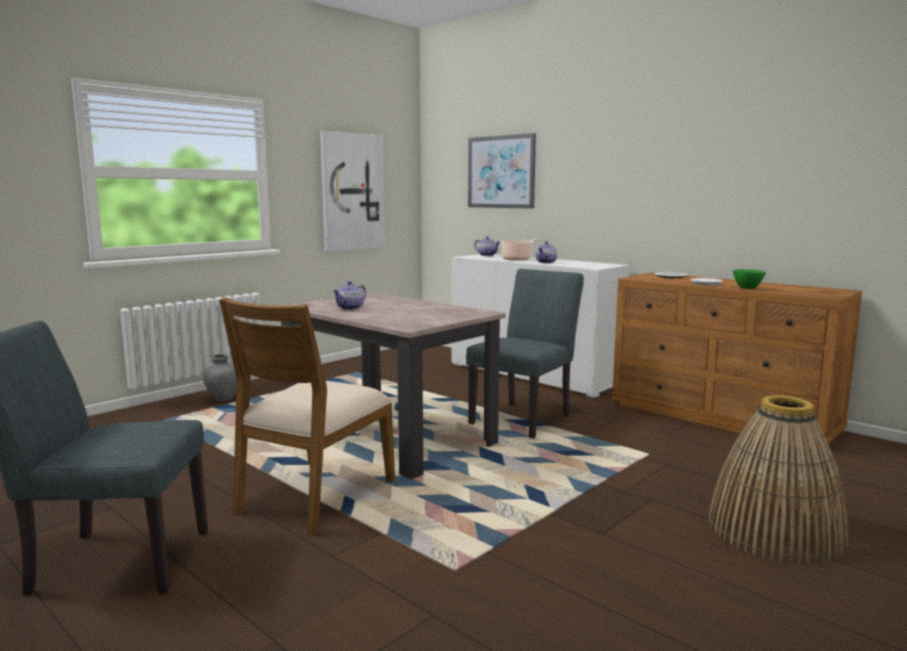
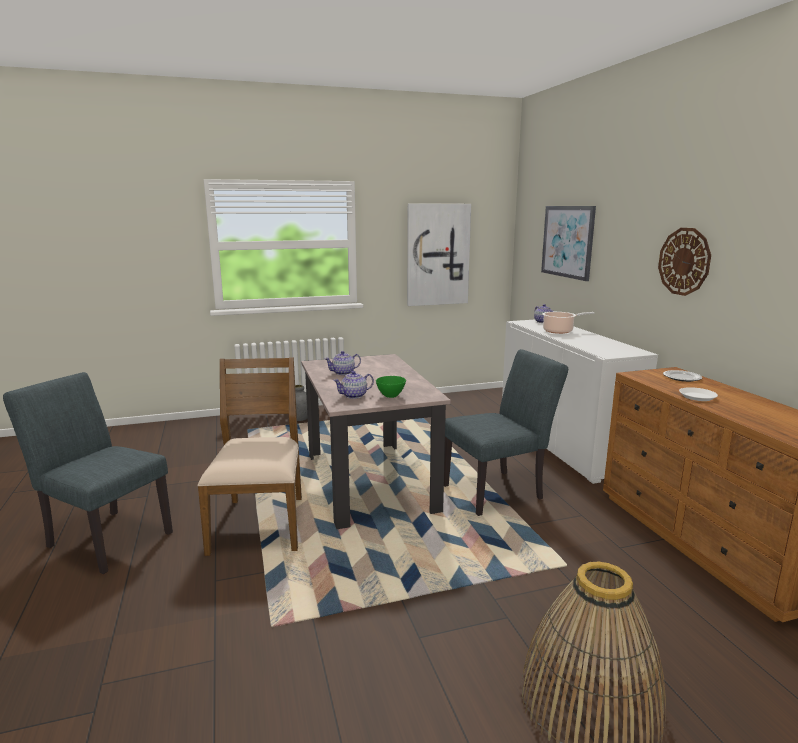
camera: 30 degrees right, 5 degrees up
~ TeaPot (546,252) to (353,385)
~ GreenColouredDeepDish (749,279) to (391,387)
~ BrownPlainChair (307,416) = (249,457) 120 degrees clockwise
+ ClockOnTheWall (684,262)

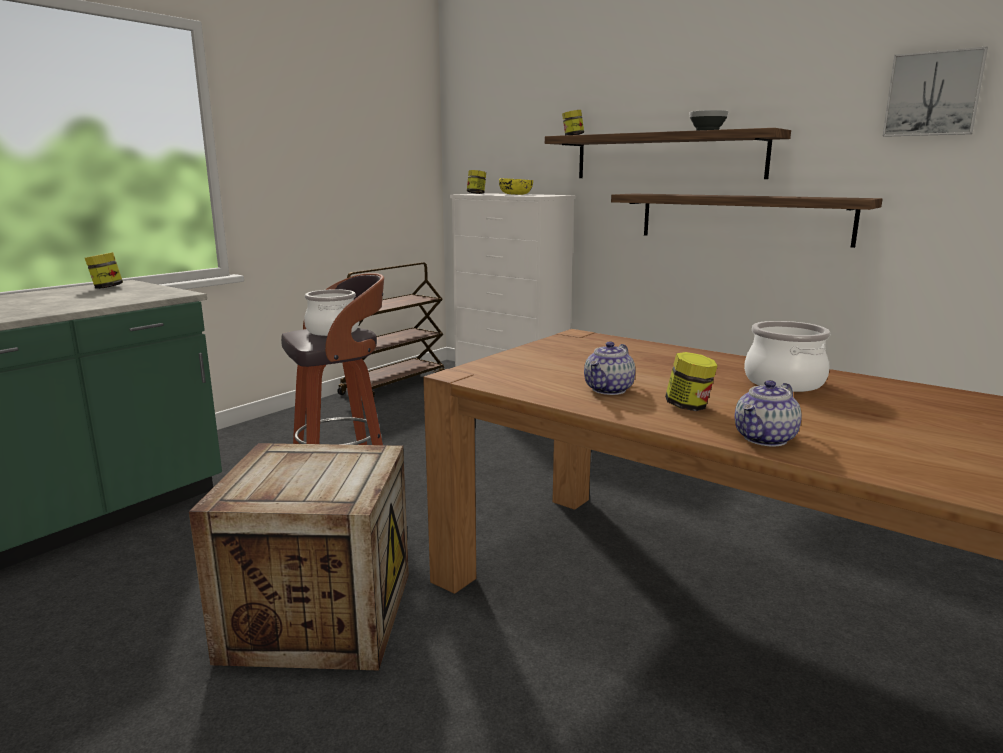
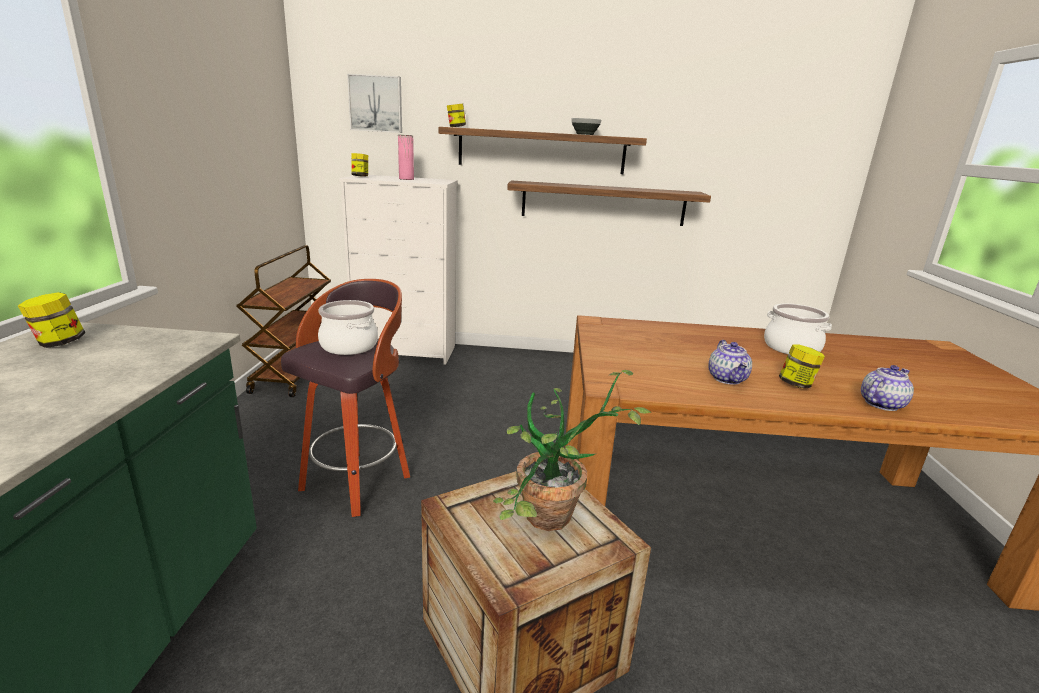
camera: 35 degrees left, 5 degrees up
~ WallArt (935,92) to (374,103)
~ YellowishDeepDish (516,186) to PinkDecorativeVase (406,157)
~ TeaPot (768,413) = (887,388) 135 degrees counterclockwise
+ Houseplant (572,450)

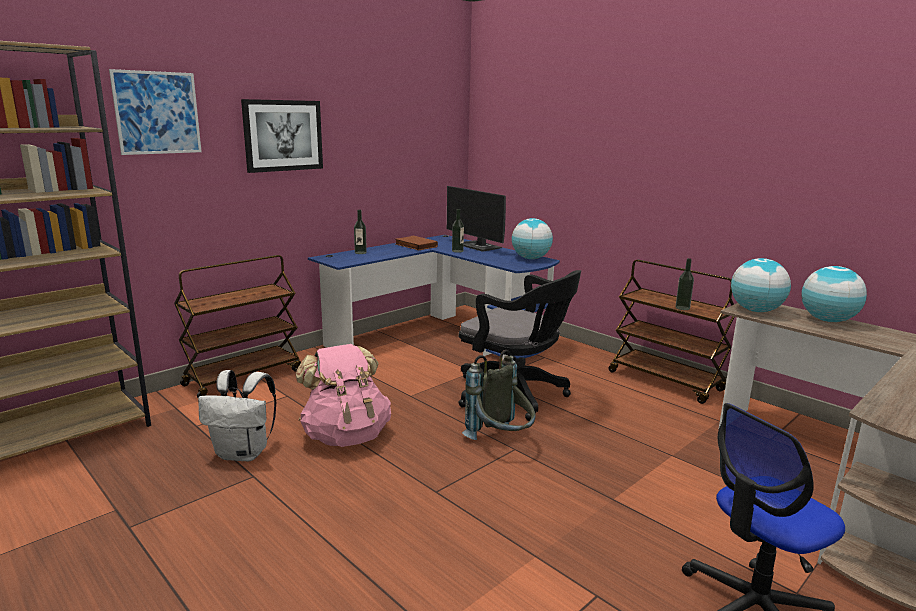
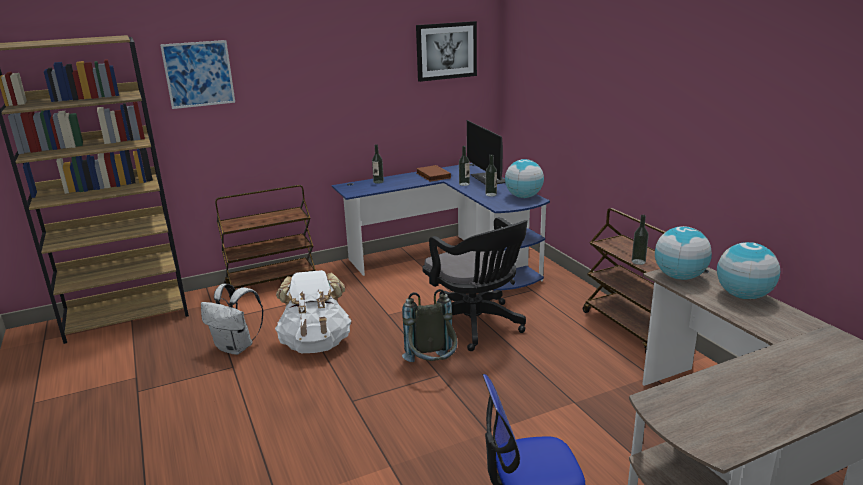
camera: 20 degrees right, 5 degrees up
~ WallArt (282,136) to (446,51)
~ PinkRucksack (343,395) to WhiteColouredRucksack (313,311)
+ Bottle (491,175)

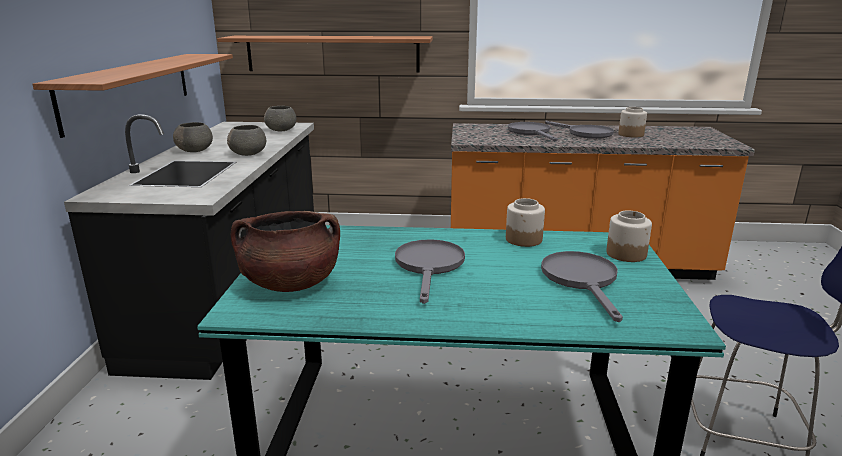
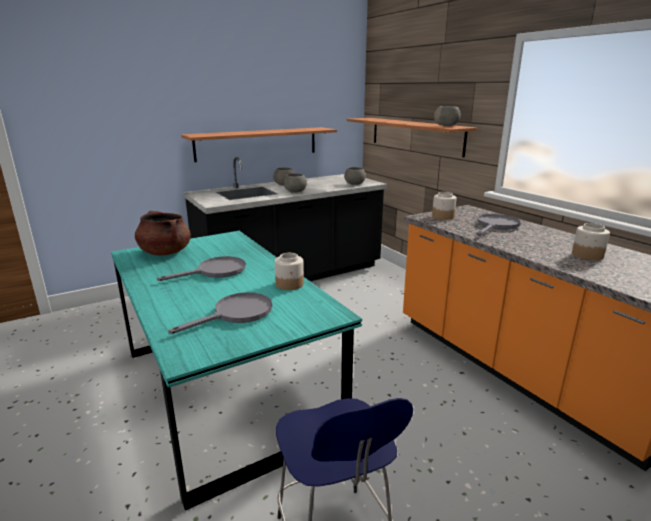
camera: 55 degrees right, 0 degrees up
- GreyishFryingPan (579,130)
~ Jar (629,236) to (444,206)
+ GreyishDeepDish (447,116)

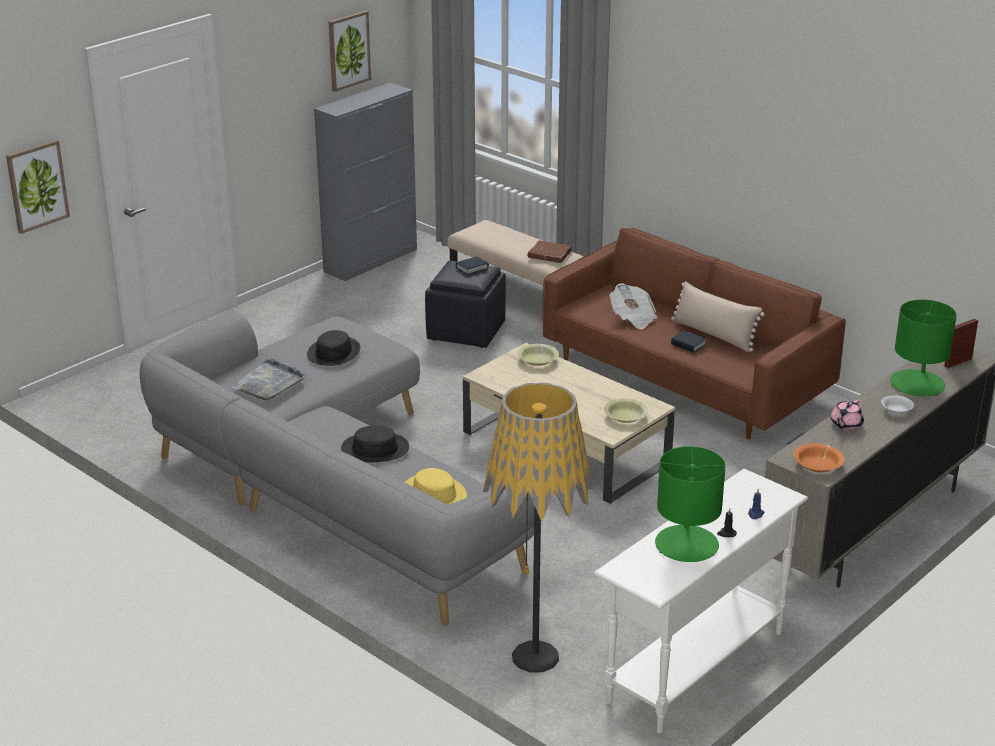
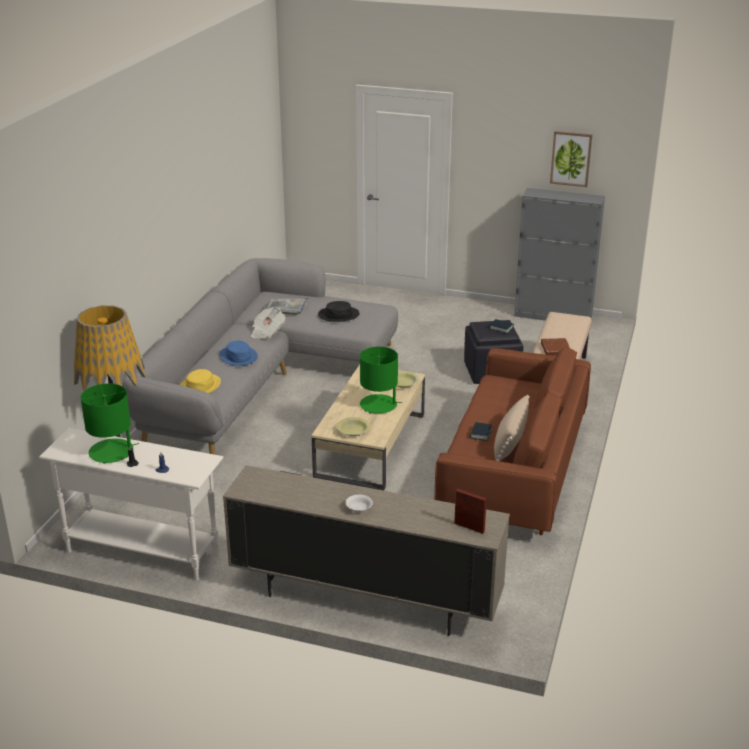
camera: 65 degrees right, 0 degrees up
- WallArt (38,187)
~ DailyPaper (633,306) to (268,323)
~ GreenColouredTableLamp (923,348) to (381,380)
- PinkTeaPot (847,415)
~ BlackWearableHat (375,444) to BluishWearableHat (238,353)
- OrangeyDeepDish (819,457)

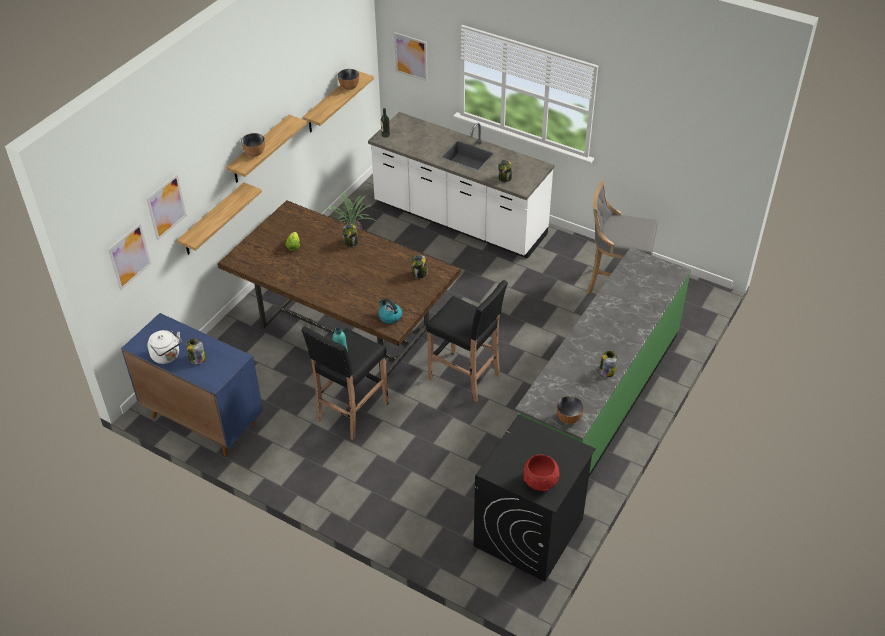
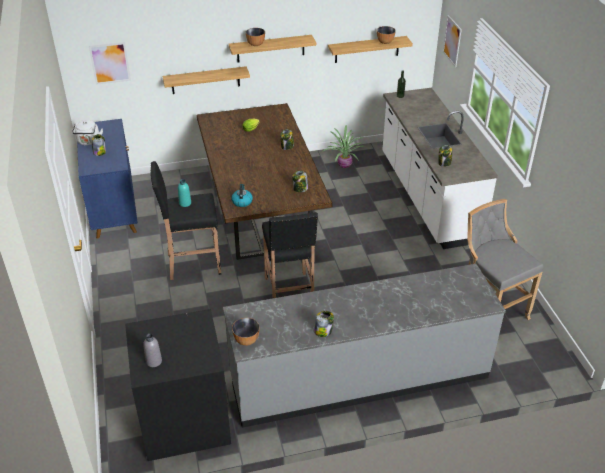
camera: 45 degrees right, 5 degrees down
- WallArt (166,207)
~ GreenColouredKitchenCounter (603,362) to GreyishKitchenCounter (364,346)
~ RedColouredDeepDish (541,472) to GreyishBottle (152,350)

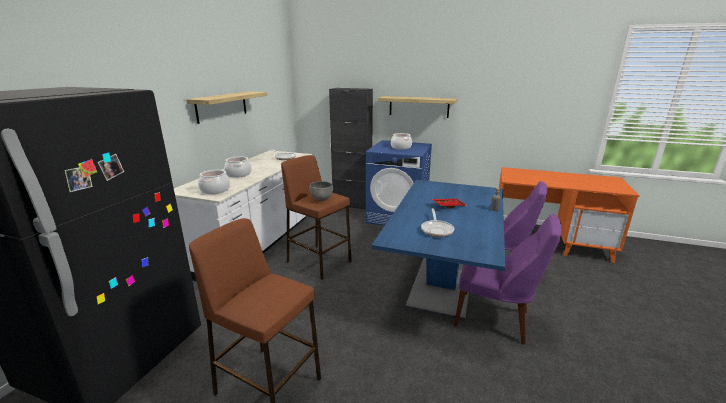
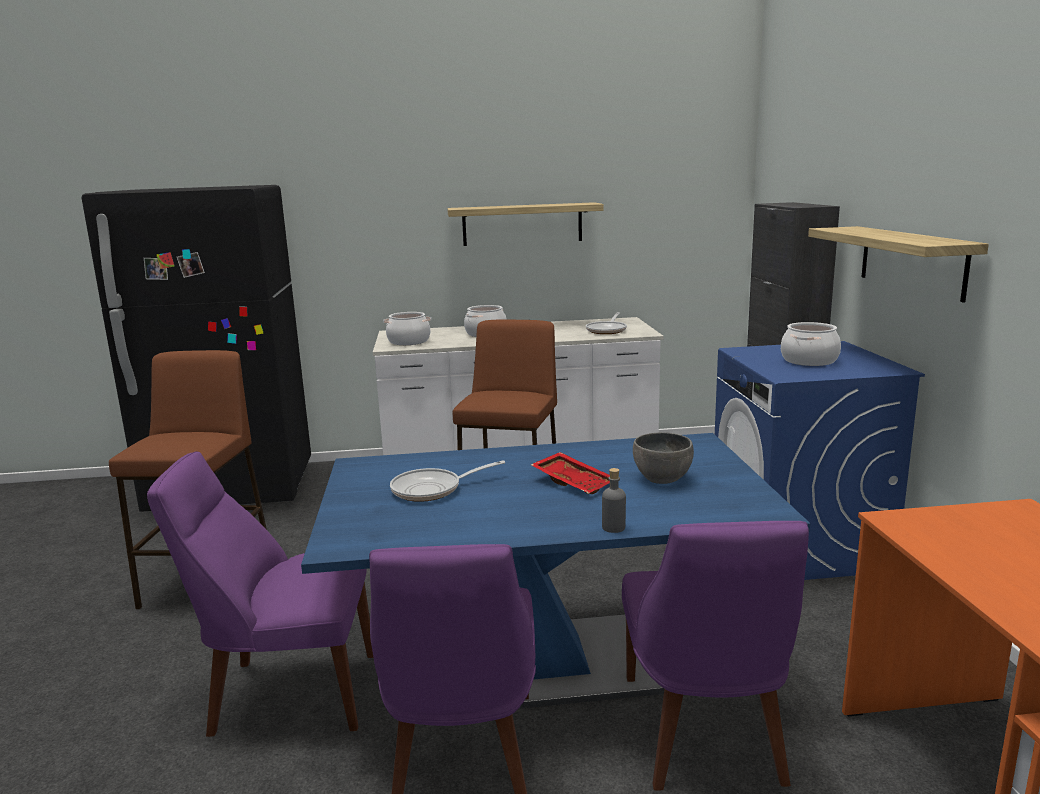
camera: 65 degrees right, 5 degrees down
~ GreyishDeepDish (321,191) to (663,458)
+ PurplishPlainChair (260,594)

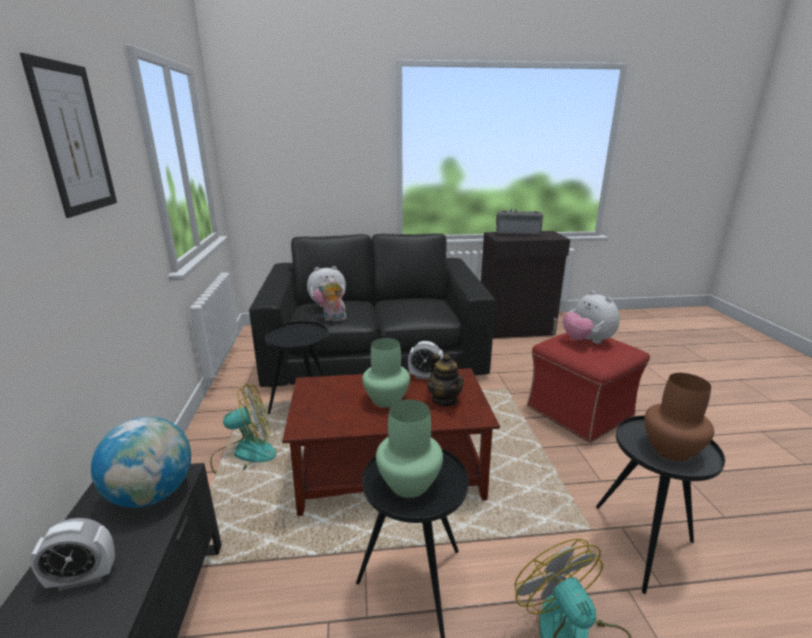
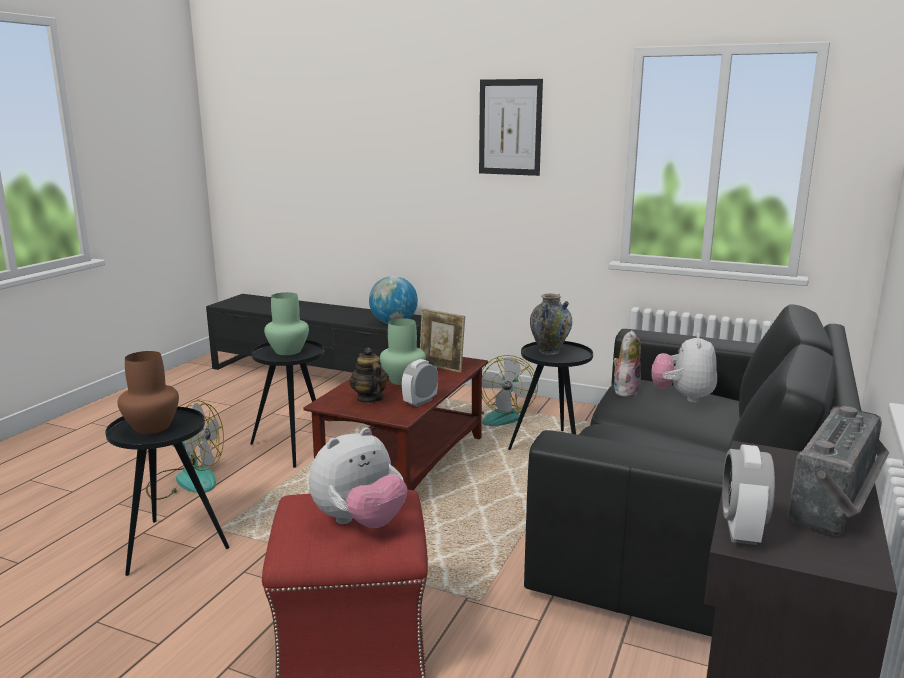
camera: 120 degrees right, 5 degrees down
~ SoftToy (591,317) = (358,477) 135 degrees clockwise
~ TeaPot (445,380) = (369,375) 60 degrees clockwise
~ BedsideClock (72,554) to (748,494)
+ DecorativeVase (551,324)
+ StandingFrame (442,340)

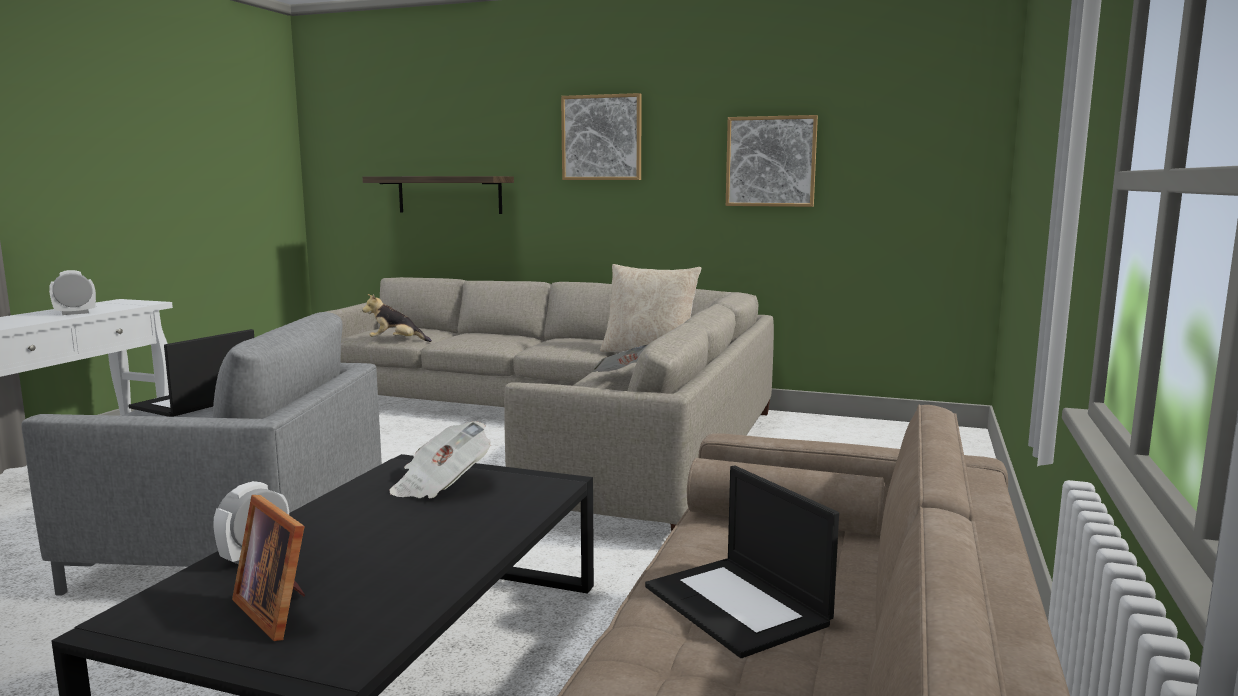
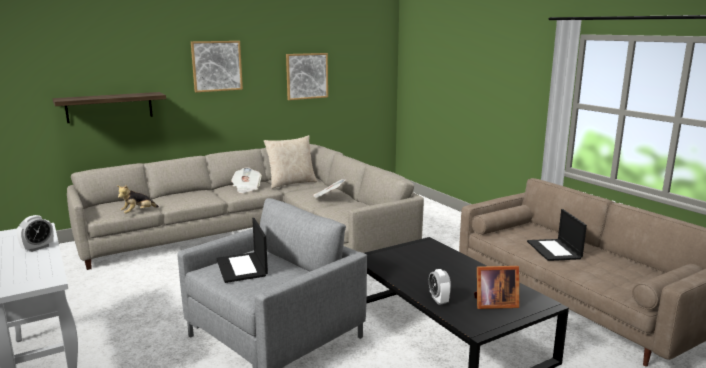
camera: 50 degrees left, 5 degrees up
~ BedsideClock (72,292) = (35,233) 150 degrees counterclockwise
~ DailyPaper (440,460) to (246,180)
~ Laptop (742,561) = (557,235) 75 degrees clockwise

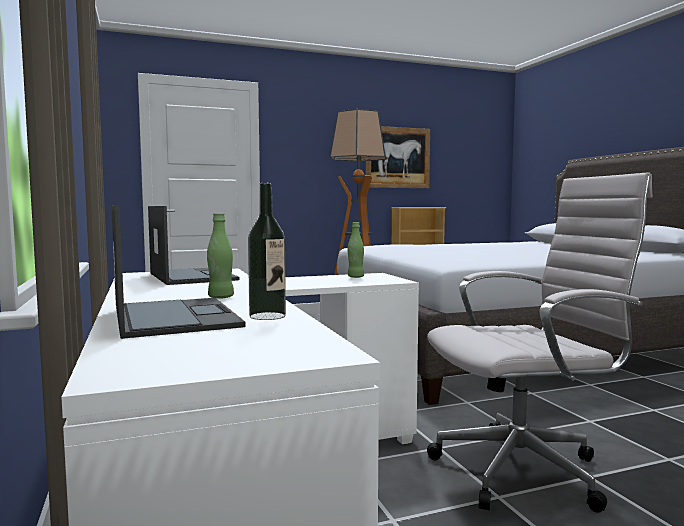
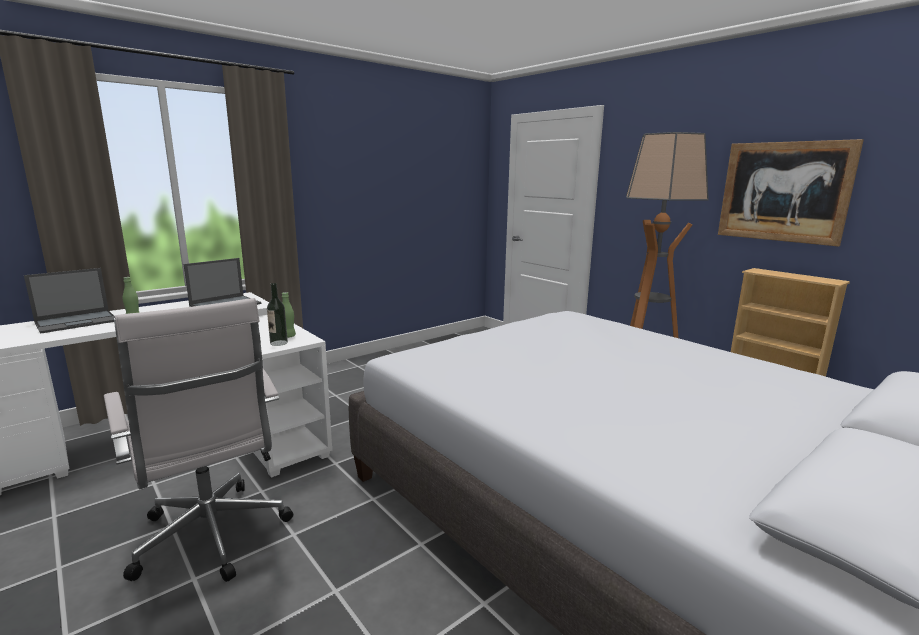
camera: 70 degrees right, 10 degrees up
~ Bottle (267,251) to (277,314)

